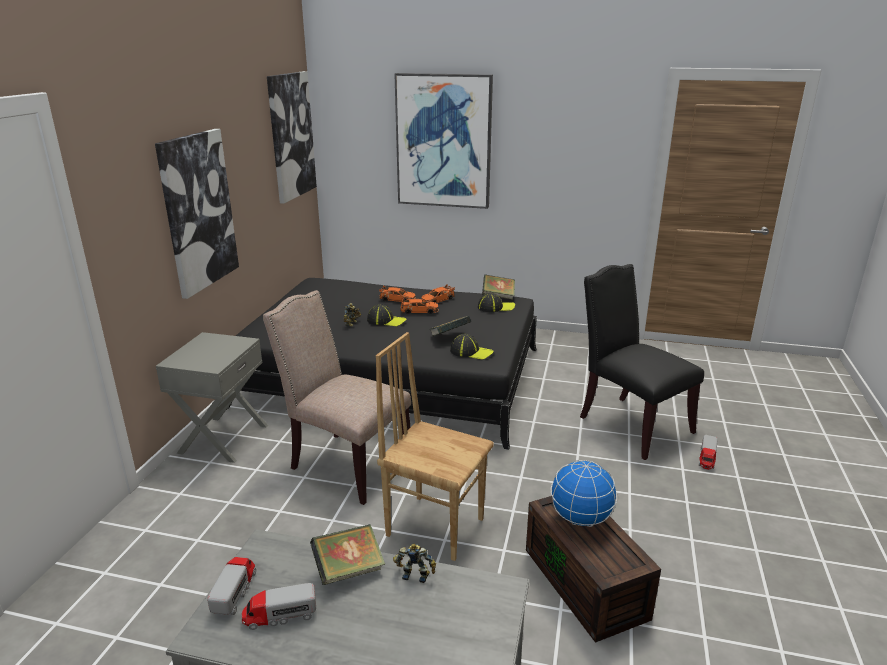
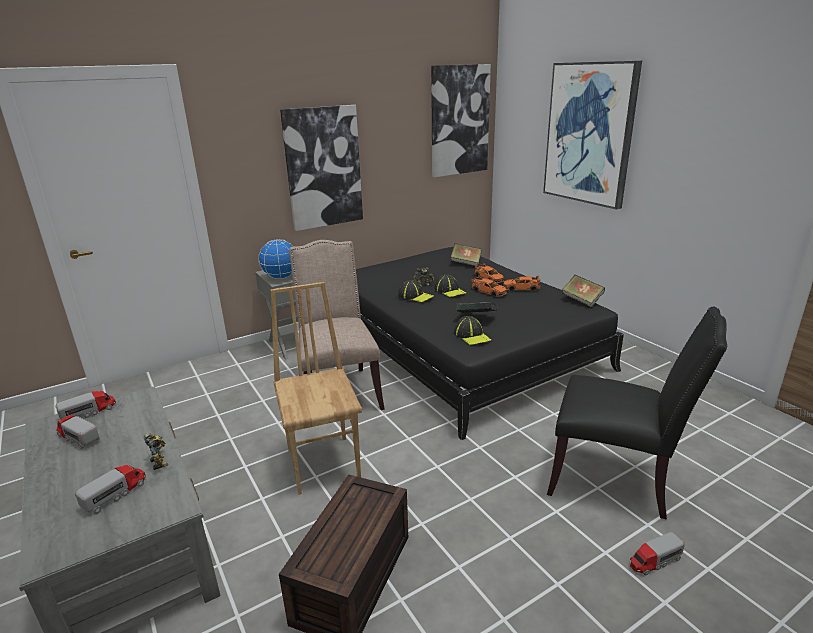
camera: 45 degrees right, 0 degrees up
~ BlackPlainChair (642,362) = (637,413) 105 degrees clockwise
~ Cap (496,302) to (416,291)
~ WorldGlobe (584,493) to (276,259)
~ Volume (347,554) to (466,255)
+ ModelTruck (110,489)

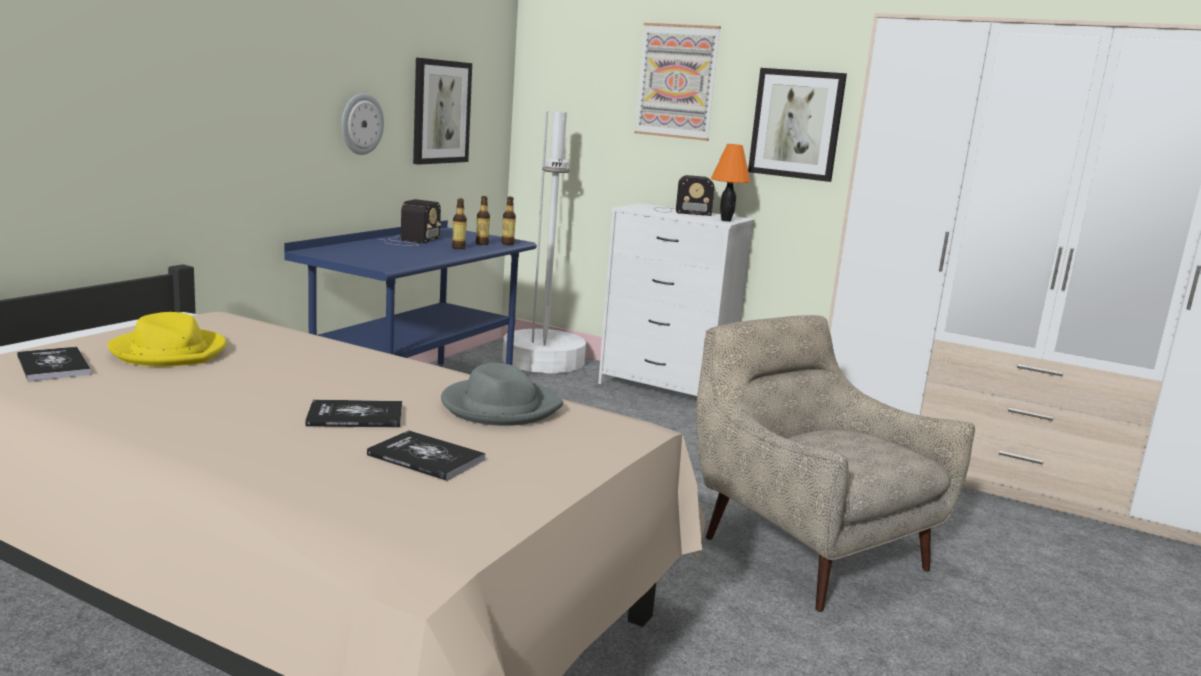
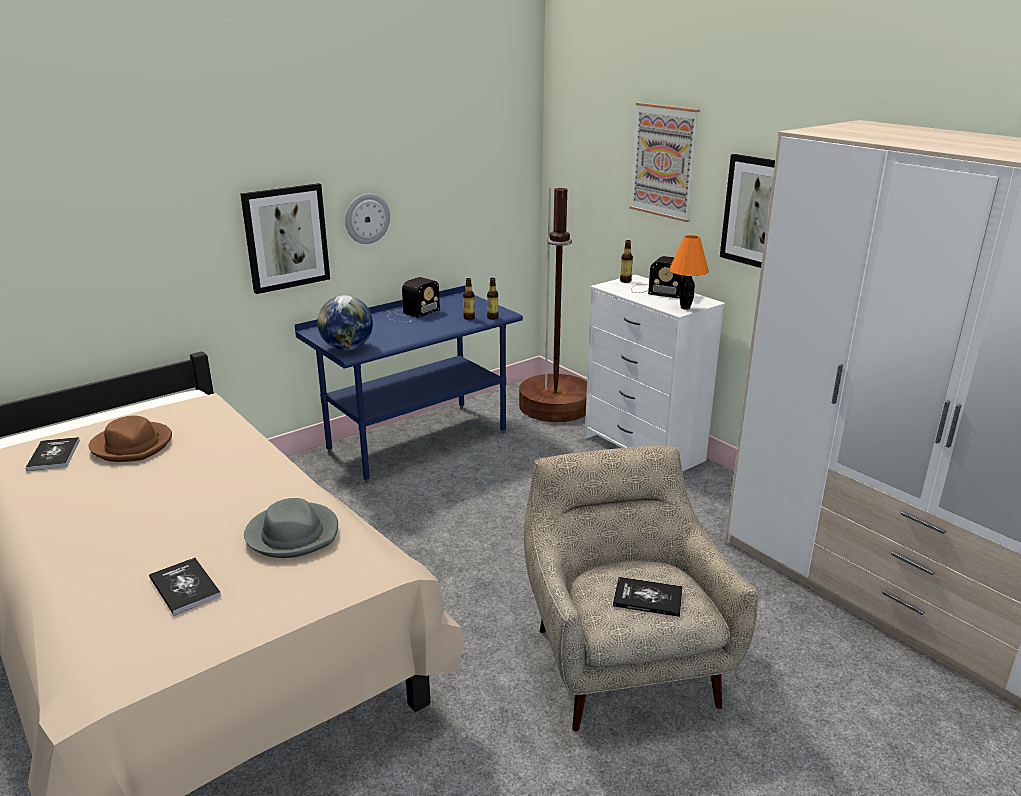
camera: 25 degrees right, 10 degrees up
~ WallArt (442,111) to (285,238)
~ WhiteColouredStandardLamp (544,242) to BrownStandardLamp (553,305)
~ Bottle (459,224) to (626,261)
~ YellowishWearableHat (167,339) to BrownWearableHat (130,438)
~ Volume (353,414) to (648,597)
+ WorldGlobe (345,322)

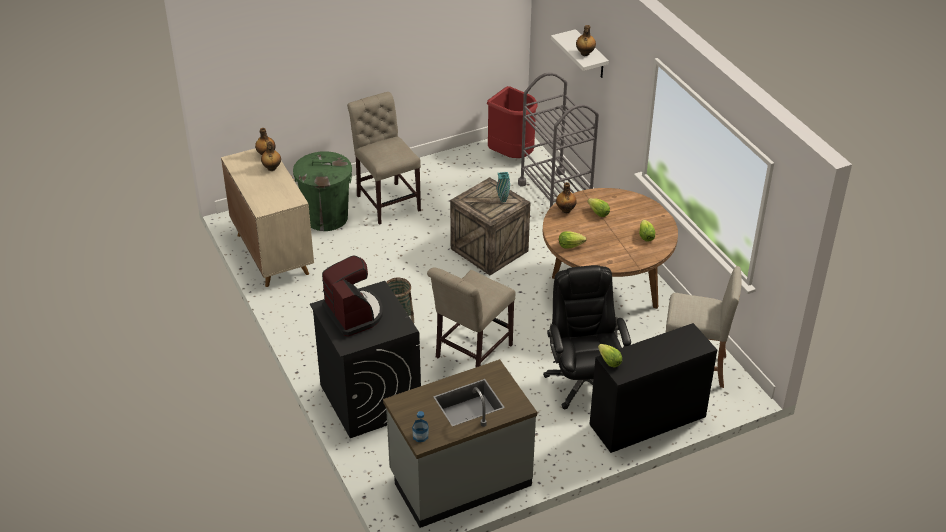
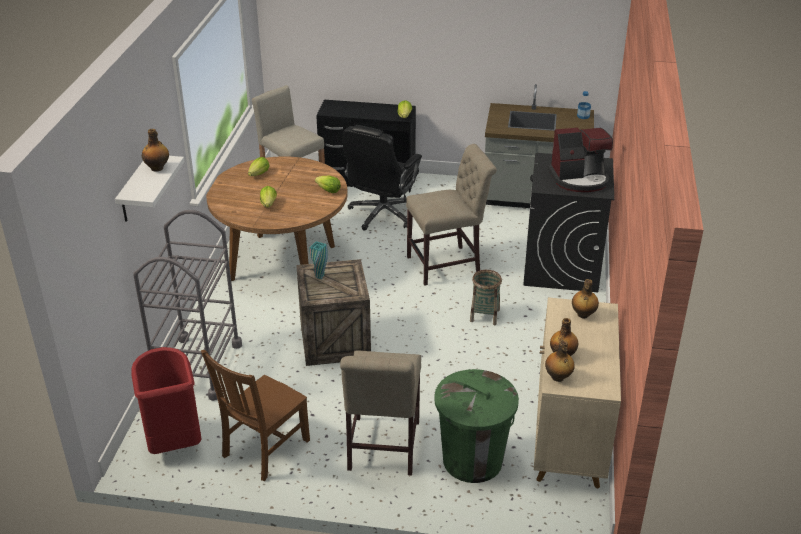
camera: 145 degrees left, 5 degrees down
~ Bottle (566,197) to (585,298)
~ CoffeeMachine (352,296) = (580,160) 105 degrees counterclockwise
+ BrownPlainChair (255,415)

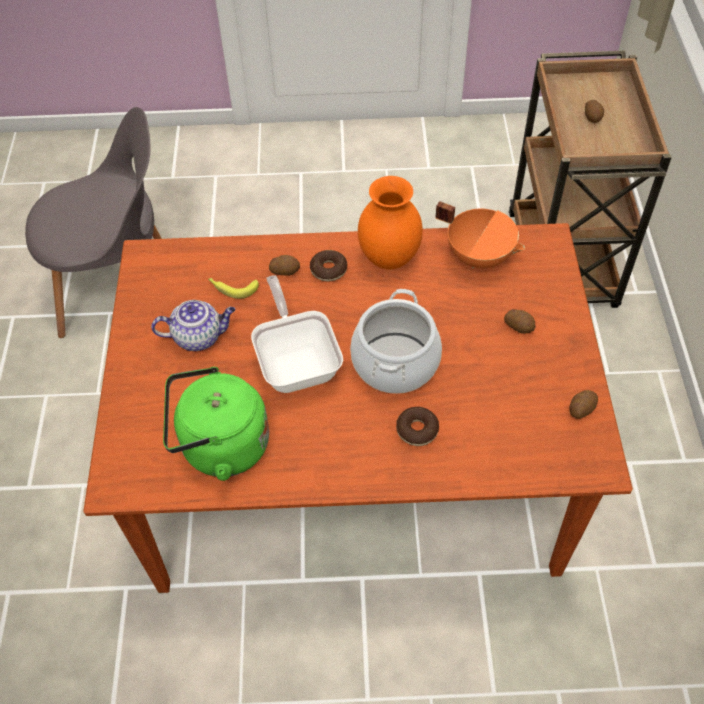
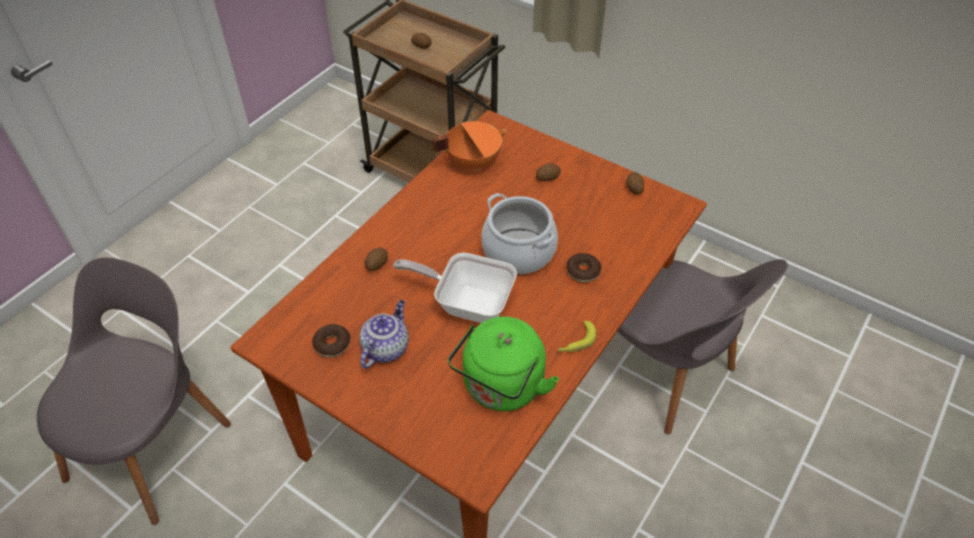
camera: 55 degrees left, 5 degrees down
- OrangeyDecorativeVase (390,223)
~ RingDoughnut (328,266) to (331,340)
~ Banana (233,288) to (577,336)
+ GreyishPlainChair (703,347)

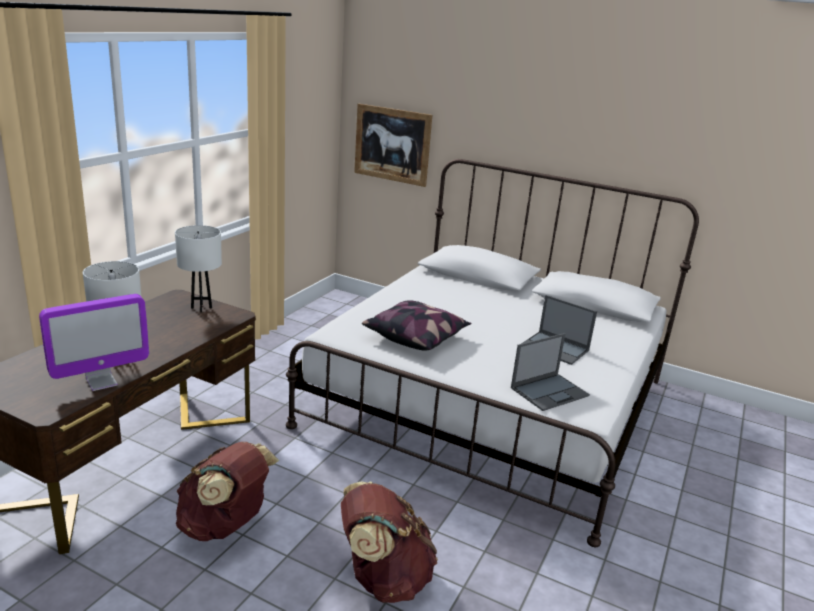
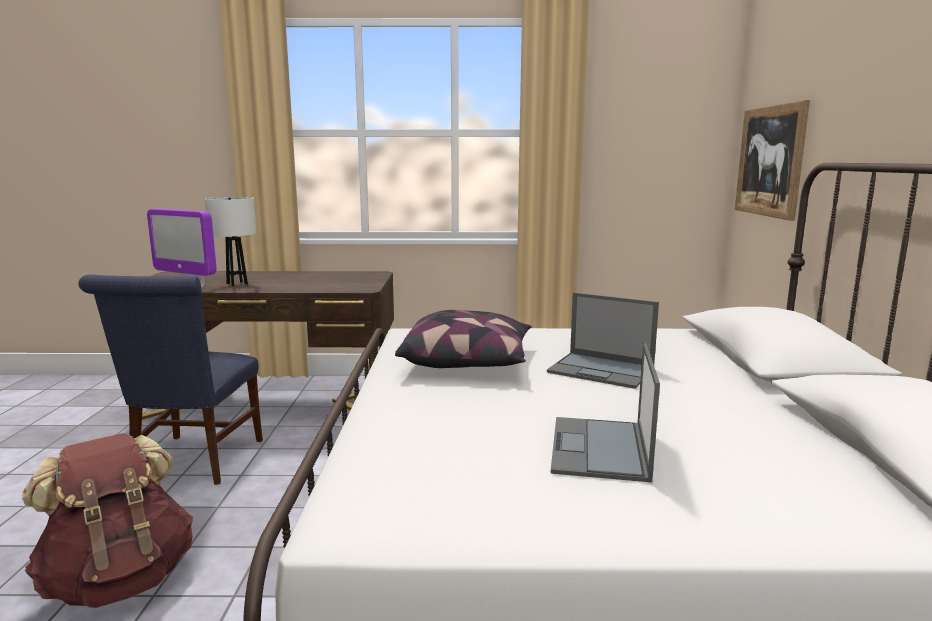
camera: 65 degrees right, 10 degrees down
- WhiteColouredTableLamp (198,268)
~ Laptop (550,372) to (603,340)
~ BrownRucksack (227,491) to BluishPlainChair (170,379)

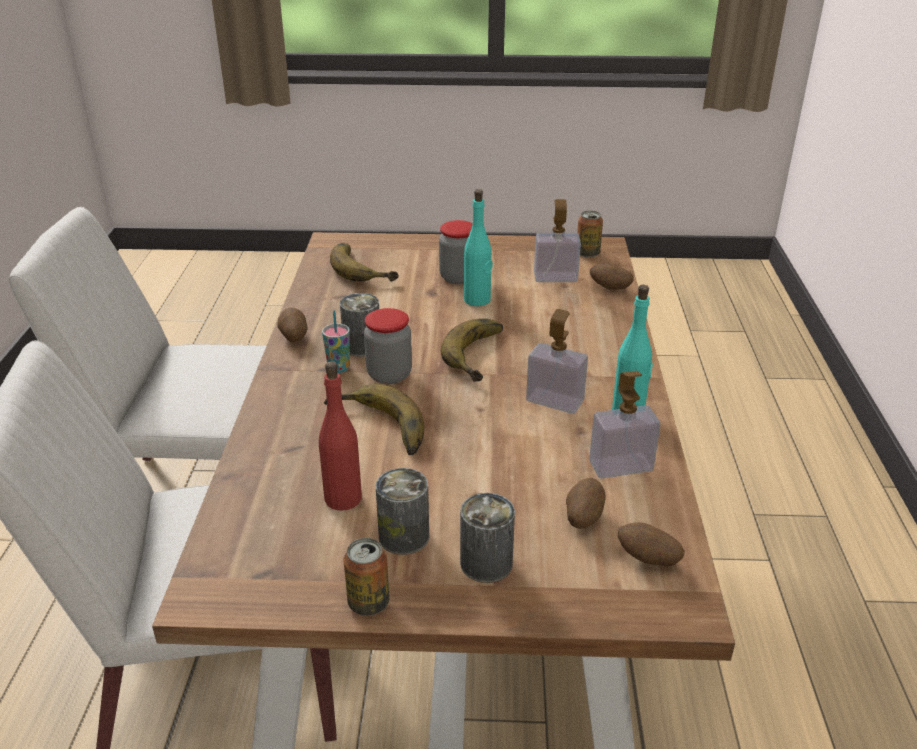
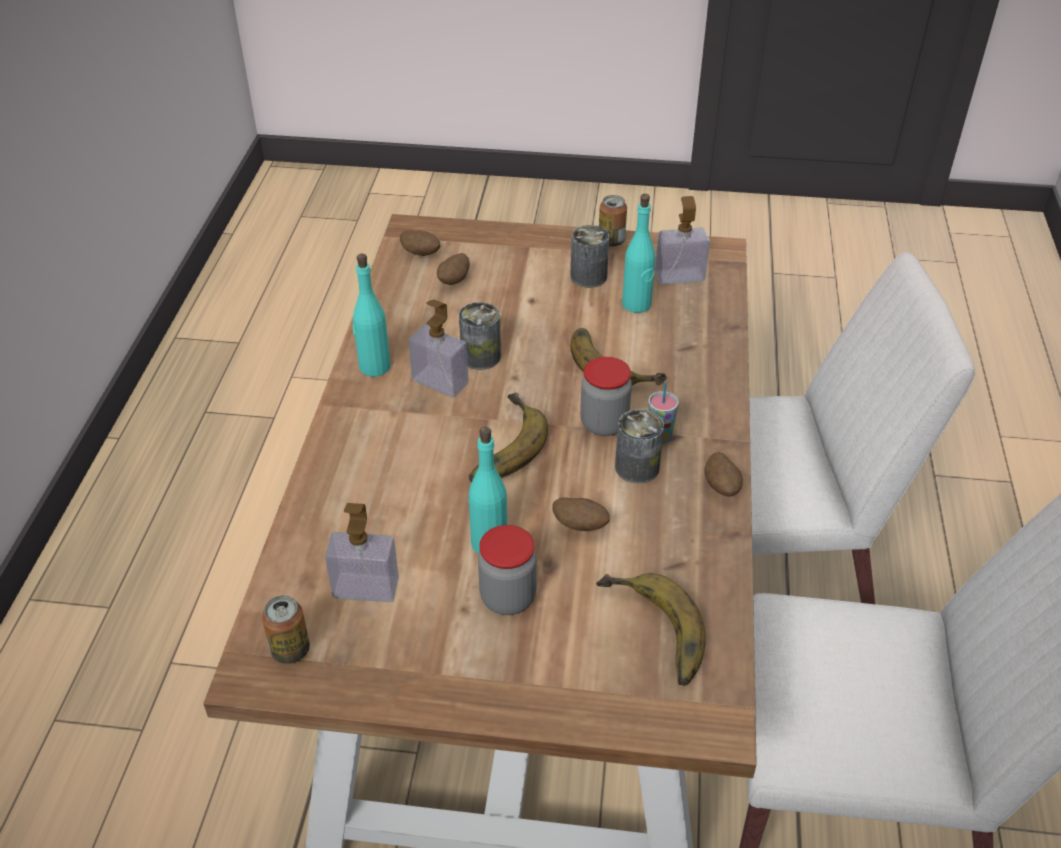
camera: 175 degrees left, 10 degrees up
~ Spud (612,276) to (581,514)
~ RedColouredBottle (340,435) to TurquoiseBottle (638,253)
~ LiquidSoapBottle (624,425) to (682,240)
~ MetalCan (487,538) to (480,336)

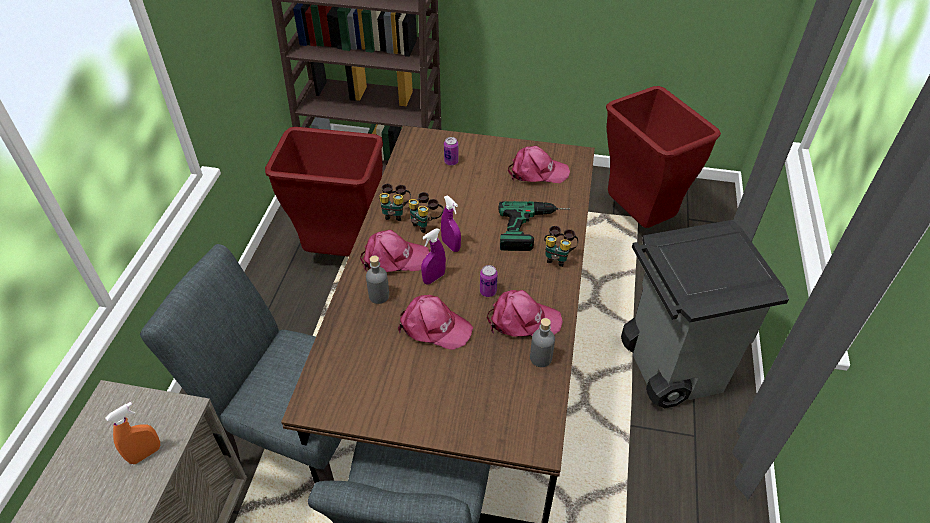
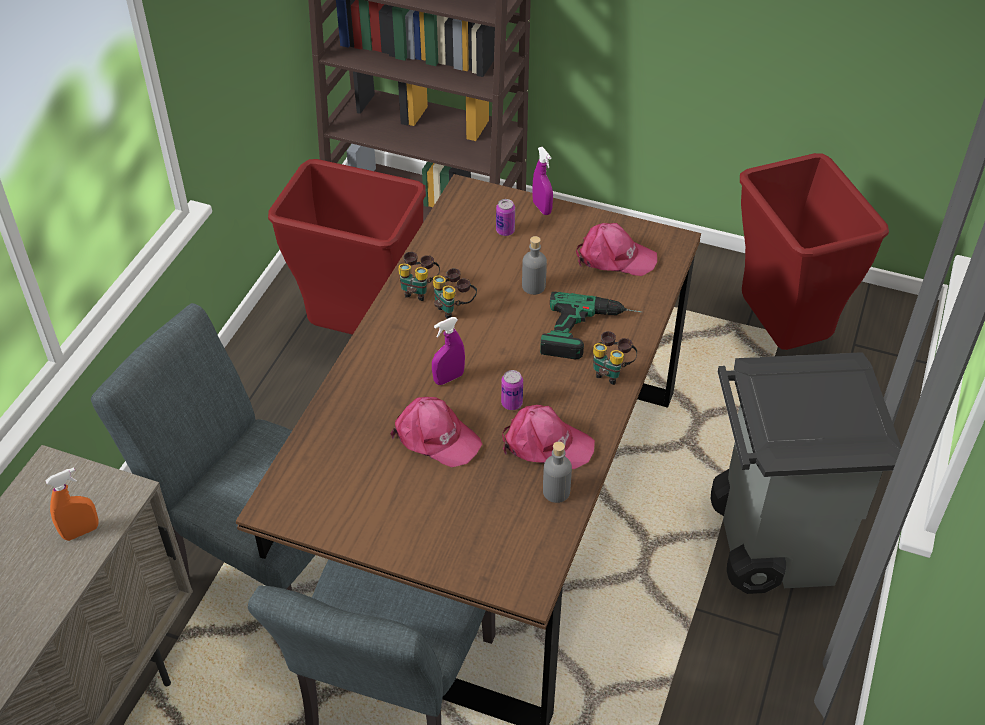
camera: 10 degrees right, 0 degrees up
~ PurplishSprayer (451,224) to (542,181)
- PinkCap (394,251)
~ GreyishBottle (377,280) to (534,265)

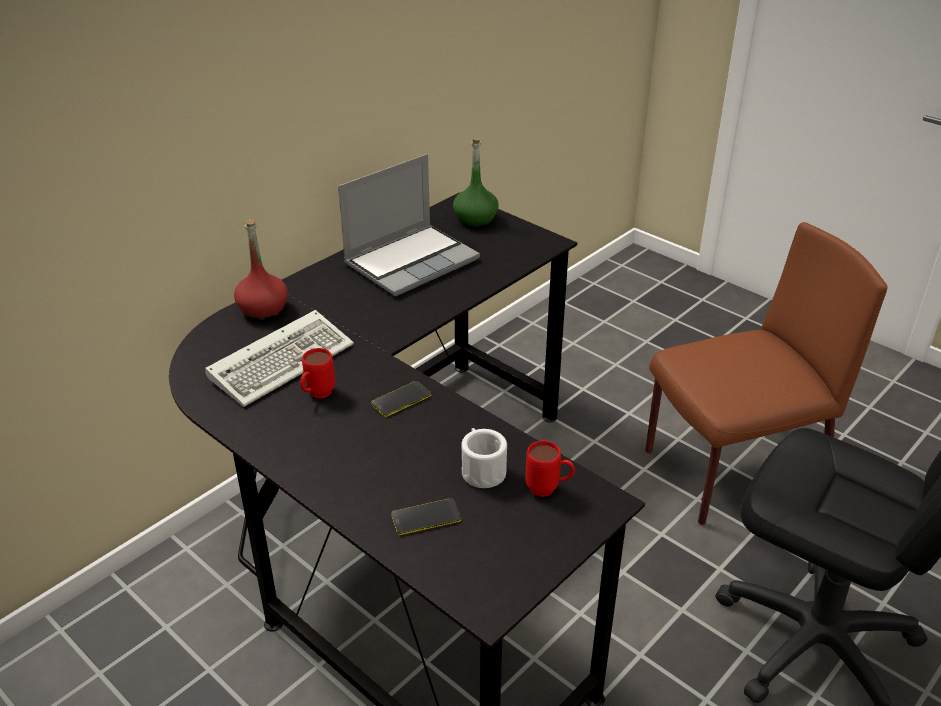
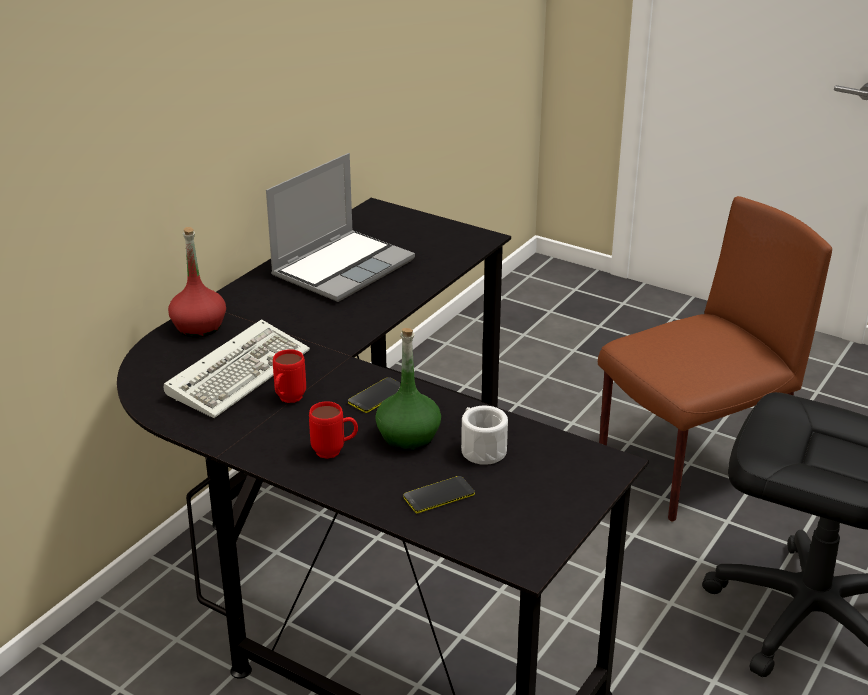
camera: 10 degrees left, 5 degrees down
~ GreenColouredBottle (475,183) to (408,389)
~ RedColouredTeaMug (550,469) to (333,430)

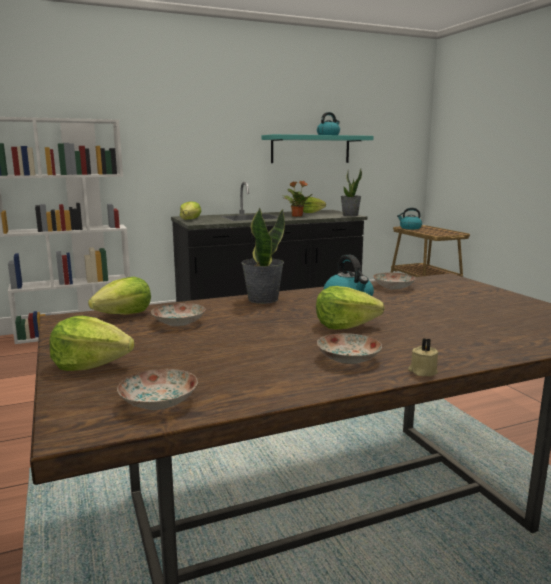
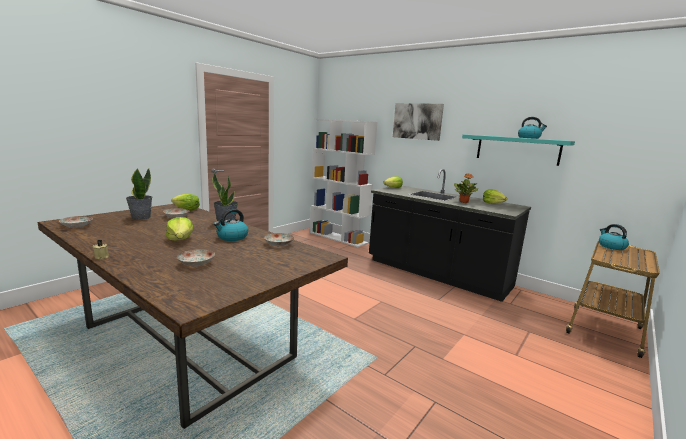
camera: 60 degrees right, 0 degrees up
~ Houseplant (351,192) to (139,194)
- LettuceHead (92,343)
~ Plate (349,348) to (196,258)
+ WallArt (418,122)

